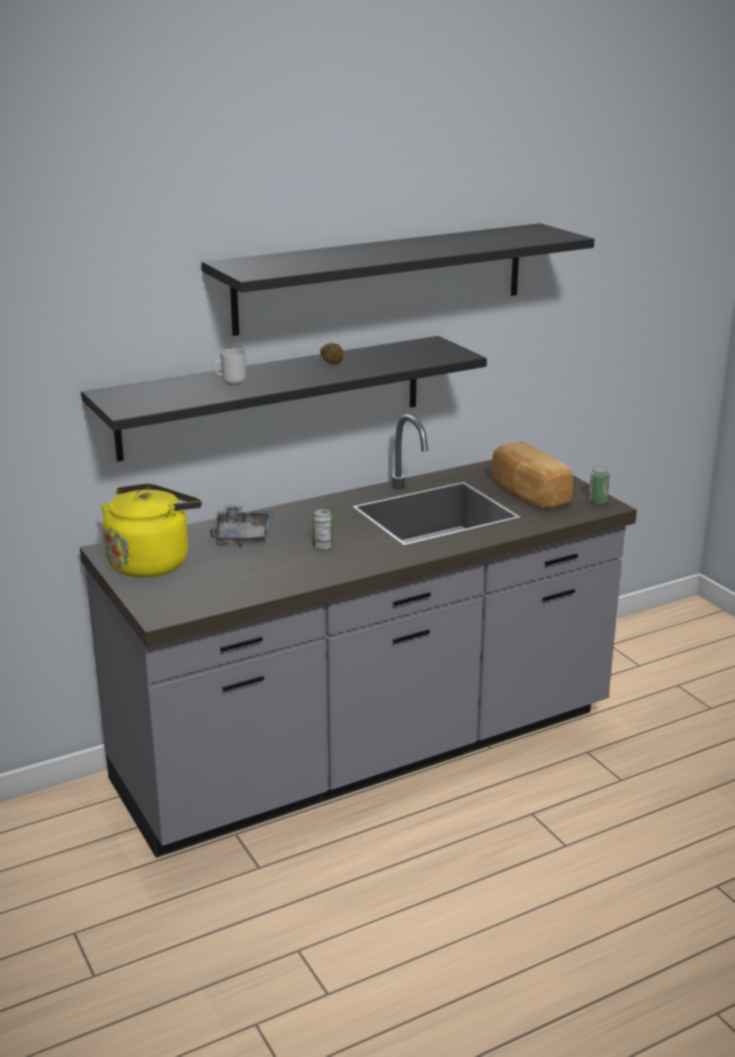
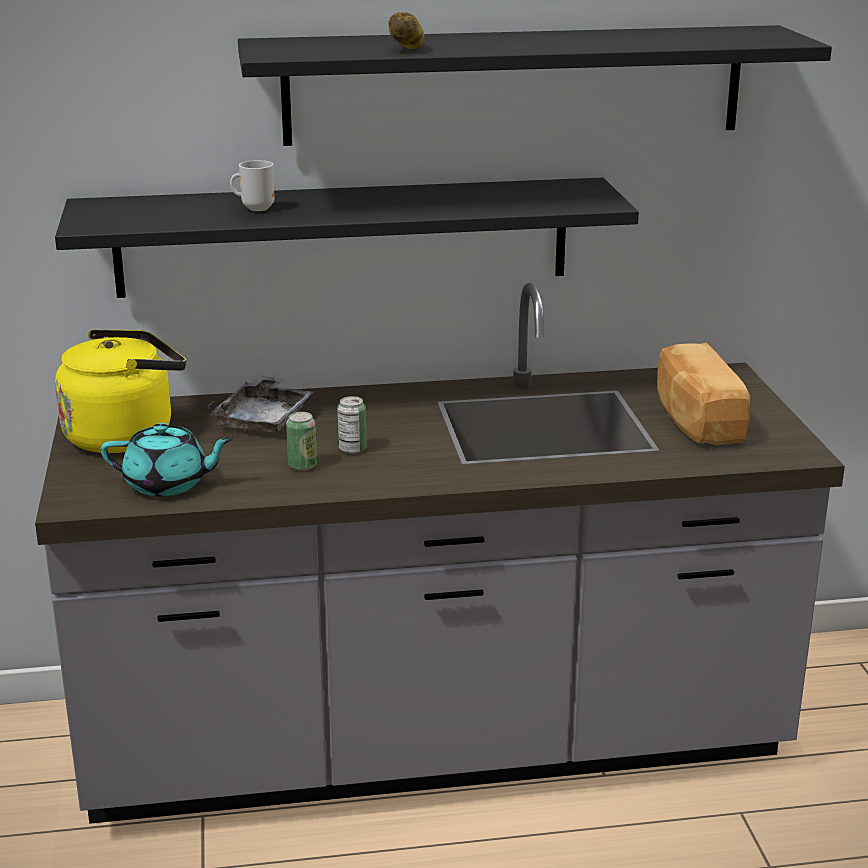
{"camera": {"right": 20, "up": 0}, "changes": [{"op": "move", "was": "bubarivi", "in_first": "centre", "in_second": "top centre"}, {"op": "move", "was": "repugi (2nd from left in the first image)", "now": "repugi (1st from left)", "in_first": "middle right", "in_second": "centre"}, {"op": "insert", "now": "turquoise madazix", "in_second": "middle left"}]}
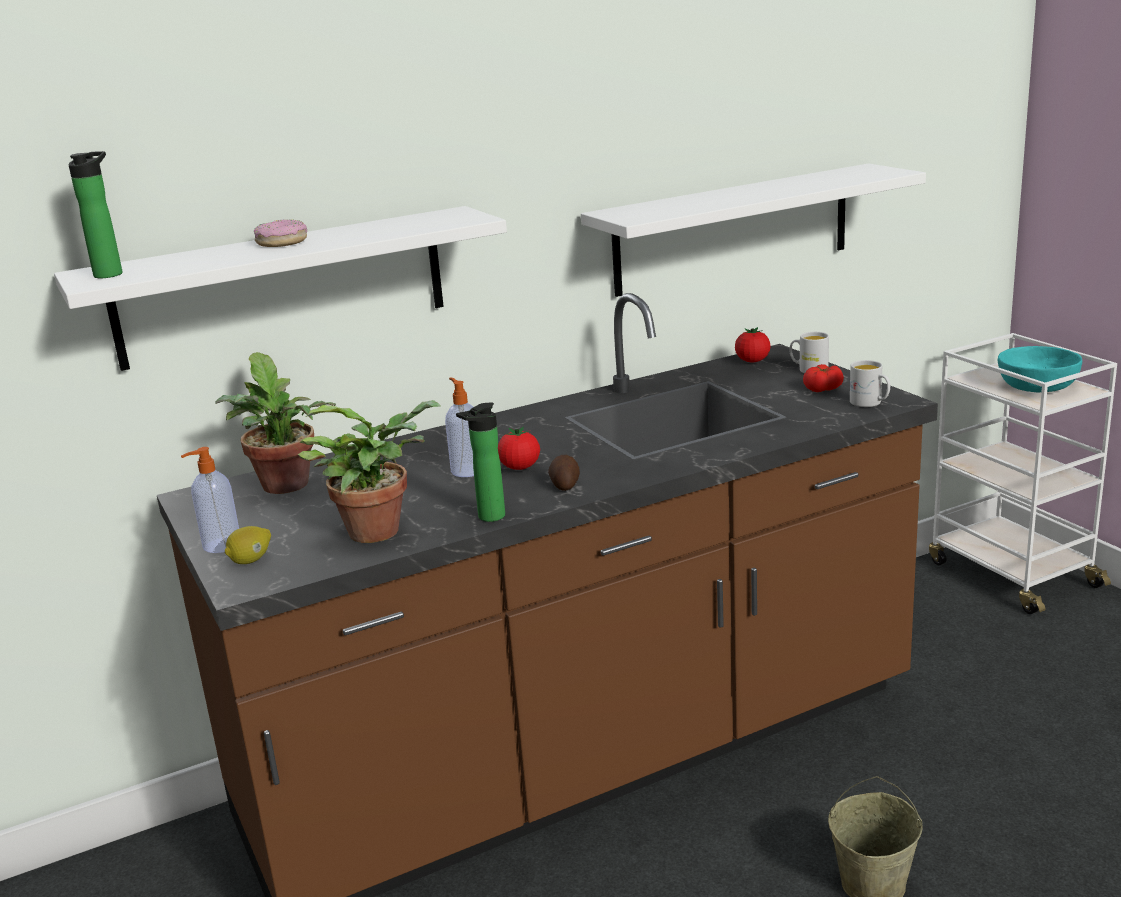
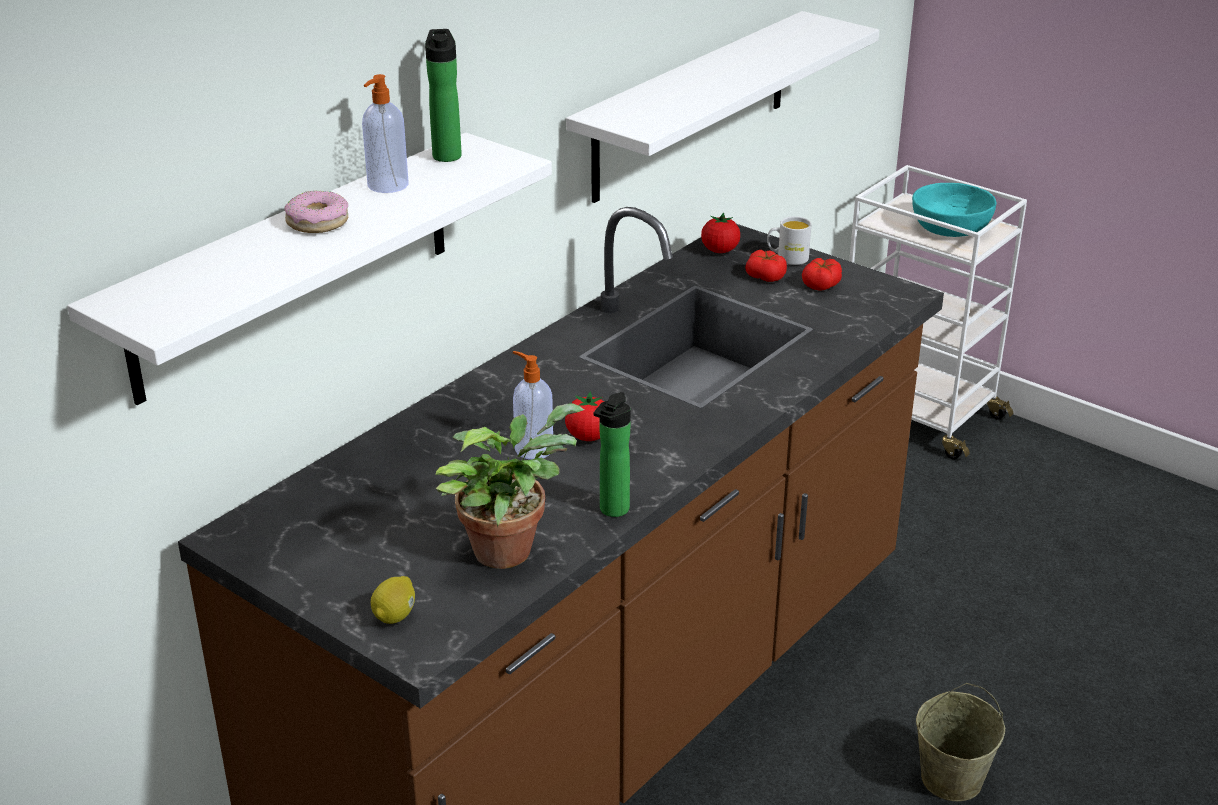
{"camera": {"right": -25, "up": 10}, "changes": [{"op": "move", "was": "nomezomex (1st from left)", "in_first": "top left", "in_second": "top centre"}, {"op": "move", "was": "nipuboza (1st from left)", "in_first": "middle left", "in_second": "top left"}, {"op": "delete", "was": "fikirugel (1st from left)", "in_first": "middle left"}, {"op": "delete", "was": "bubarivi", "in_first": "centre"}, {"op": "delete", "was": "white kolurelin (2nd from left)", "in_first": "middle right"}, {"op": "insert", "now": "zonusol (3rd from left)", "in_second": "top centre"}]}
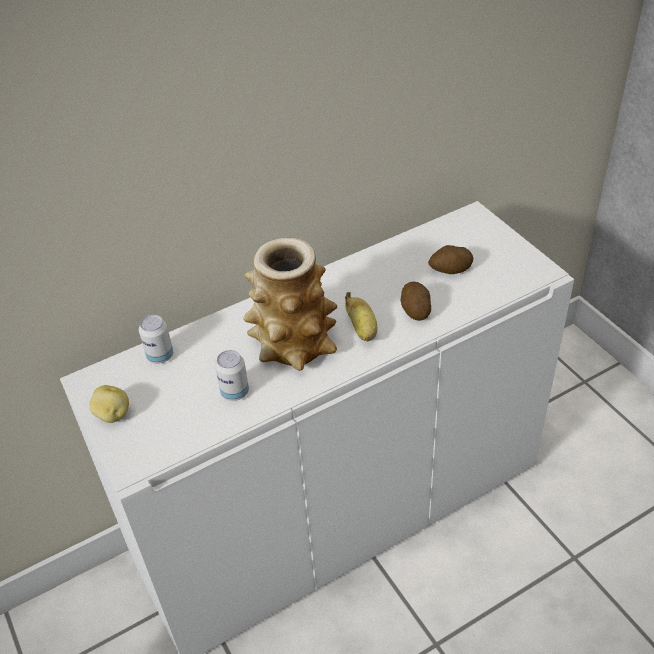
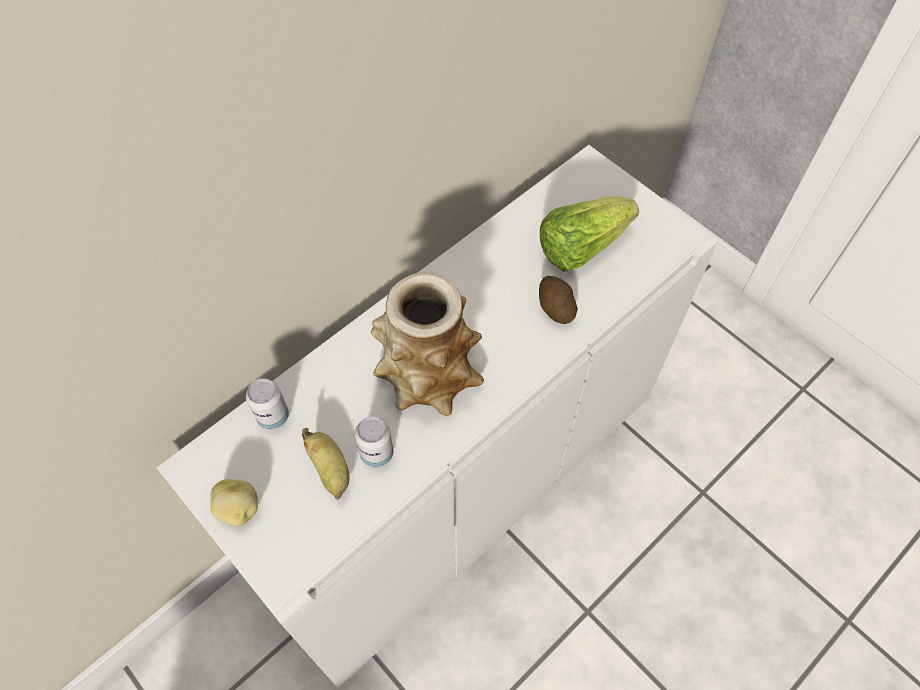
{"camera": {"right": -15, "up": 15}, "changes": [{"op": "move", "was": "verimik", "in_first": "centre", "in_second": "bottom centre"}, {"op": "replace", "was": "bubarivi (3rd from left)", "now": "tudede", "in_first": "middle right", "in_second": "centre"}]}
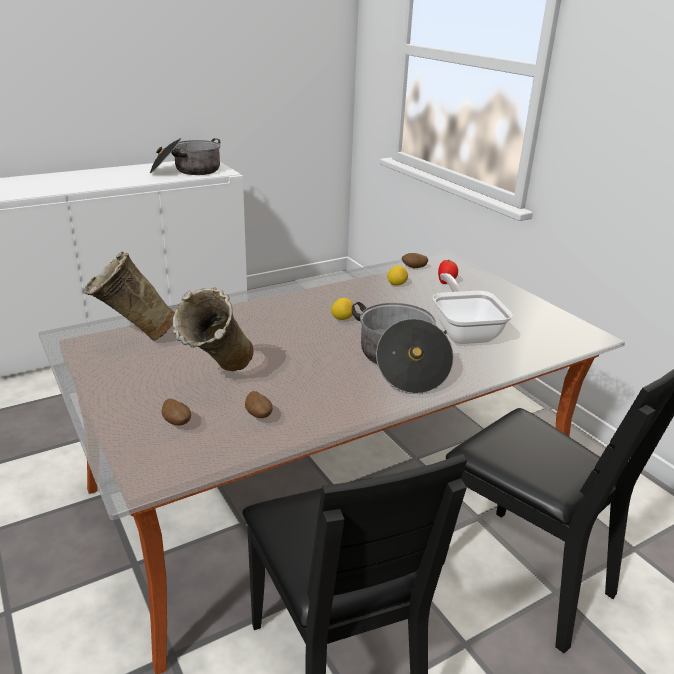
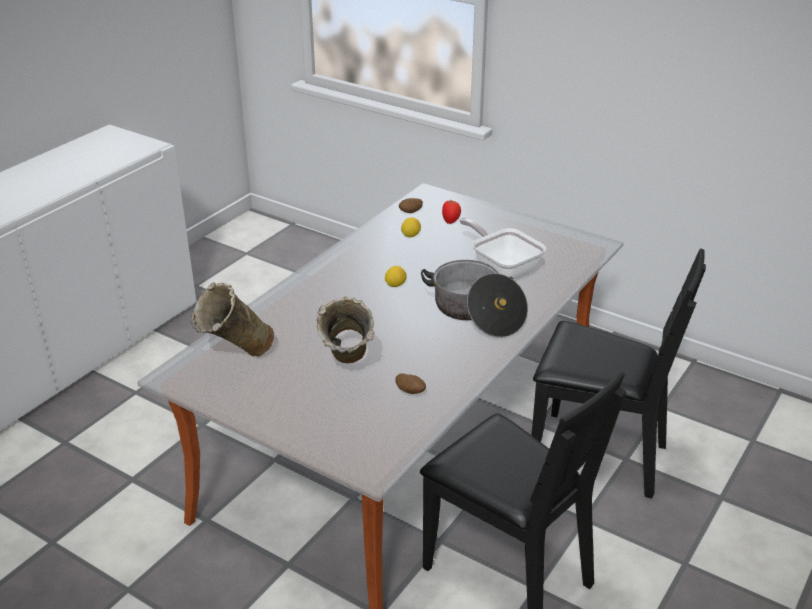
{"camera": {"right": -25, "up": 5}, "changes": [{"op": "delete", "was": "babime (1st from left)", "in_first": "top left"}, {"op": "delete", "was": "bubarivi (1st from left)", "in_first": "middle left"}]}
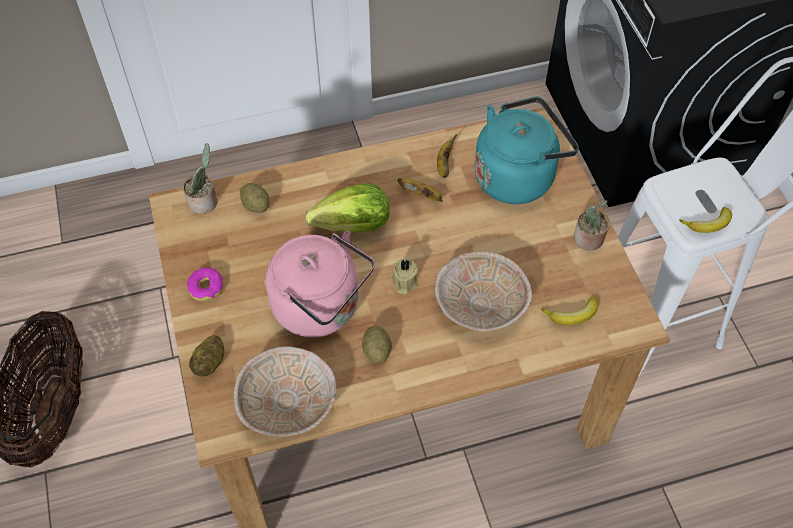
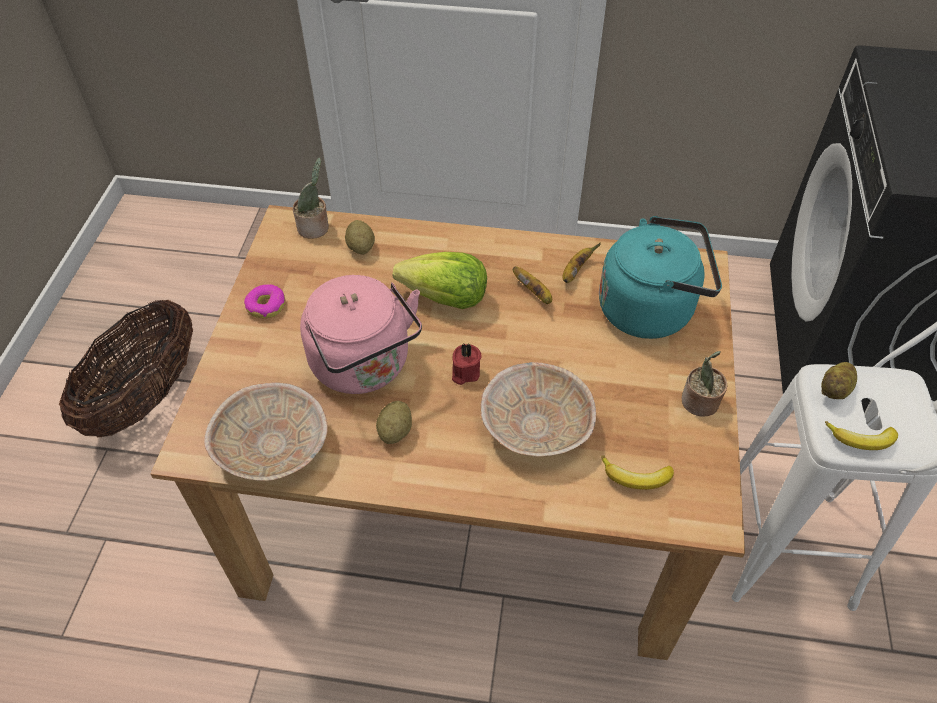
{"camera": {"right": 25, "up": -5}, "changes": [{"op": "move", "was": "bubarivi (1st from left in the first image)", "now": "bubarivi (3rd from left)", "in_first": "bottom left", "in_second": "middle right"}, {"op": "recolor", "was": "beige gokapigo", "now": "red gokapigo", "in_first": "centre", "in_second": "centre"}]}
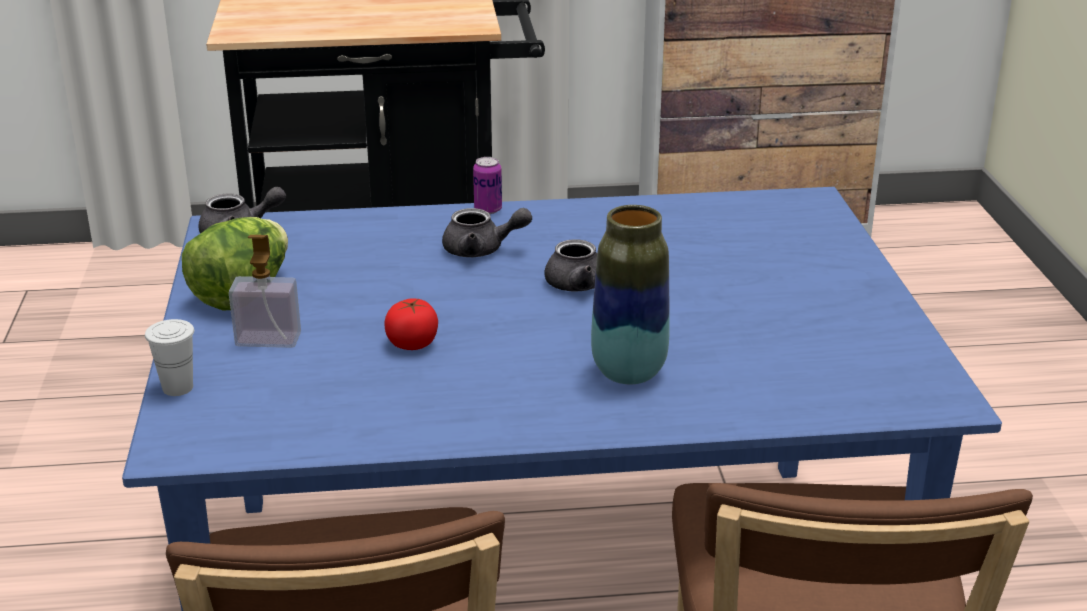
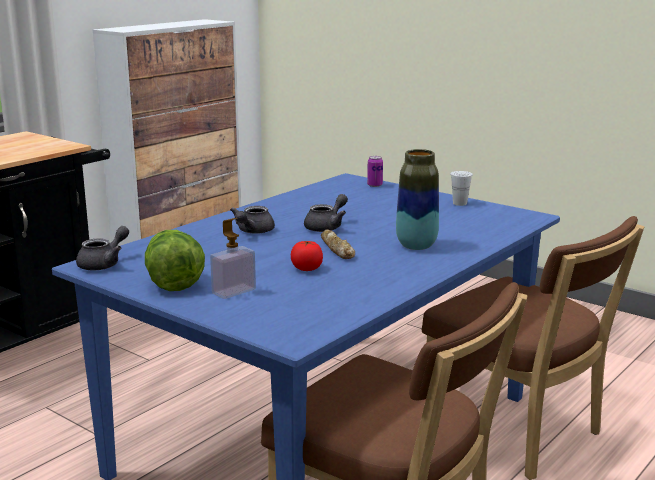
{"camera": {"right": -45, "up": -10}, "changes": [{"op": "move", "was": "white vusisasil", "in_first": "middle left", "in_second": "middle right"}, {"op": "rotate", "was": "grey madazix (2nd from left)", "in_first": "centre", "in_second": "centre", "clockwise": 150}, {"op": "move", "was": "repugi", "in_first": "top centre", "in_second": "centre"}, {"op": "insert", "now": "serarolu", "in_second": "centre"}]}
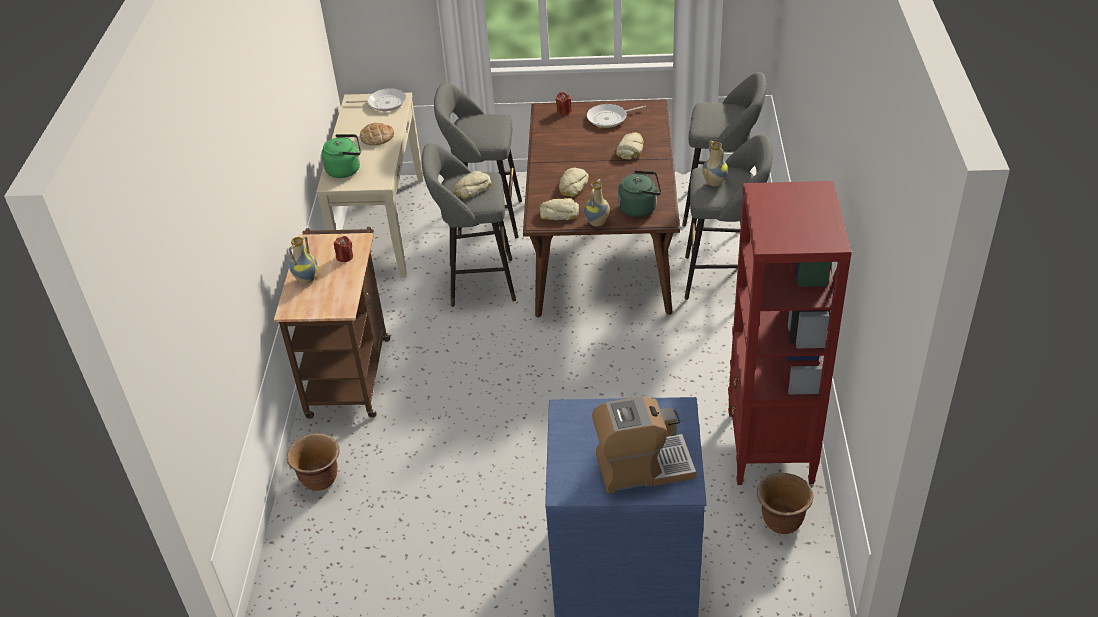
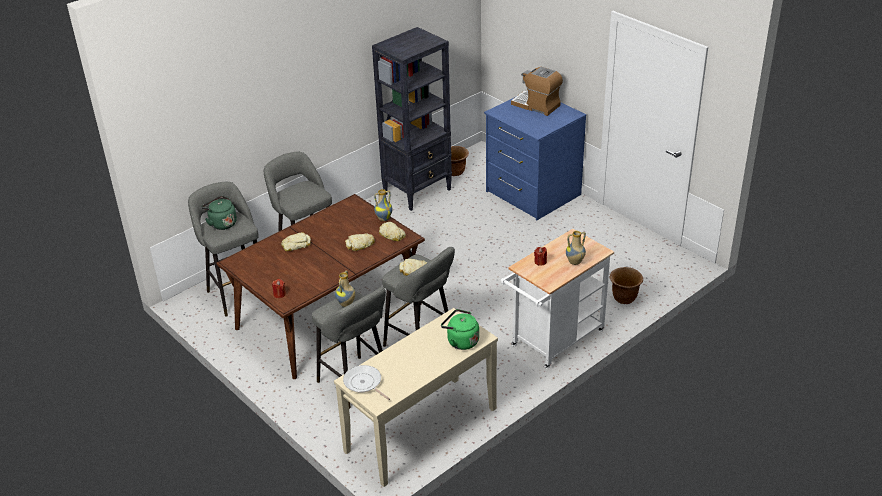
{"camera": {"right": -135, "up": -5}, "changes": [{"op": "recolor", "was": "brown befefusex", "now": "white befefusex", "in_first": "middle left", "in_second": "centre"}, {"op": "delete", "was": "serarolu (1st from left)", "in_first": "top centre"}, {"op": "delete", "was": "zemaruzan (2nd from left)", "in_first": "top centre"}, {"op": "move", "was": "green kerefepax (2nd from left in the first image)", "now": "green kerefepax (1st from left)", "in_first": "top centre", "in_second": "middle left"}, {"op": "move", "was": "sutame (3rd from left in the first image)", "now": "sutame (1st from left)", "in_first": "top centre", "in_second": "centre"}, {"op": "recolor", "was": "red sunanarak", "now": "black sunanarak", "in_first": "middle right", "in_second": "top centre"}]}
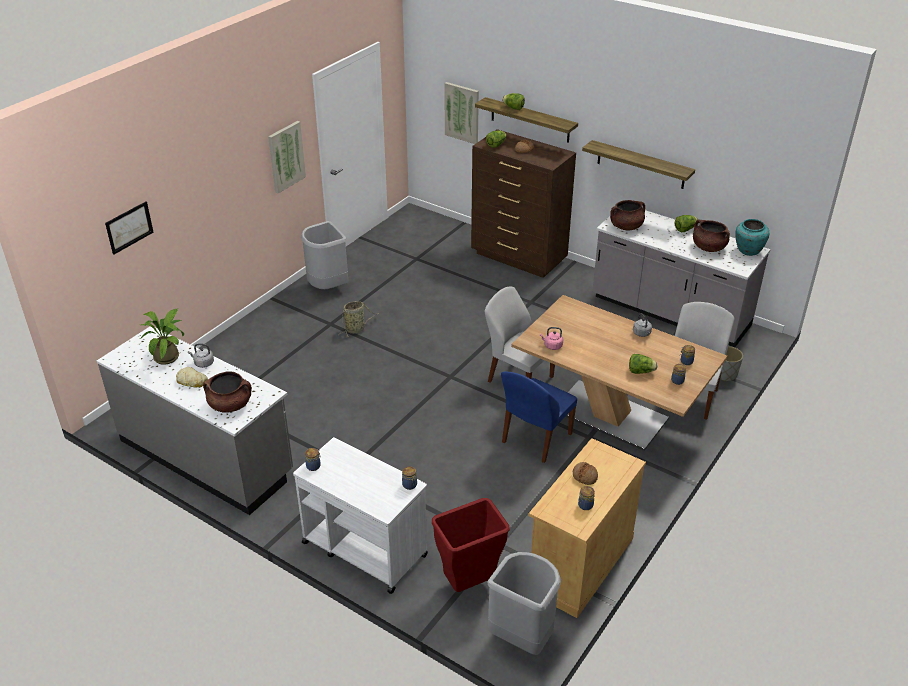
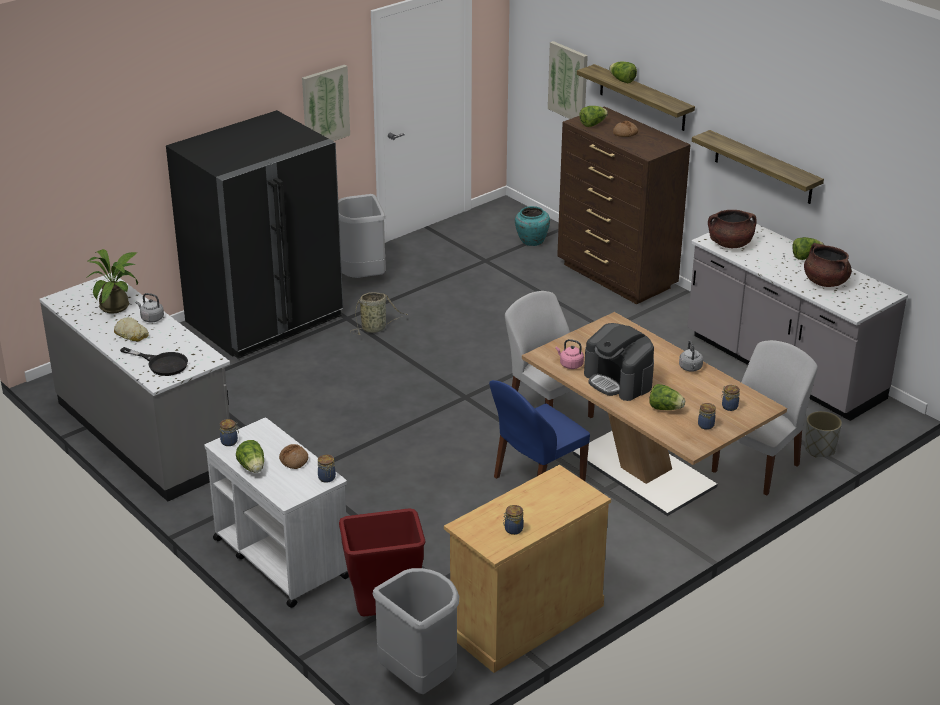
{"camera": {"right": 15, "up": -5}, "changes": [{"op": "delete", "was": "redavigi (1st from left)", "in_first": "top left"}, {"op": "replace", "was": "brown babime (1st from left)", "now": "black zemaruzan", "in_first": "middle left", "in_second": "middle left"}, {"op": "move", "was": "serarolu (3rd from left in the first image)", "now": "serarolu (2nd from left)", "in_first": "bottom centre", "in_second": "middle left"}, {"op": "move", "was": "turquoise sutame", "in_first": "middle right", "in_second": "top centre"}, {"op": "insert", "now": "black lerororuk", "in_second": "top left"}, {"op": "insert", "now": "tudede (1st from left)", "in_second": "middle left"}, {"op": "insert", "now": "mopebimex", "in_second": "centre"}]}
